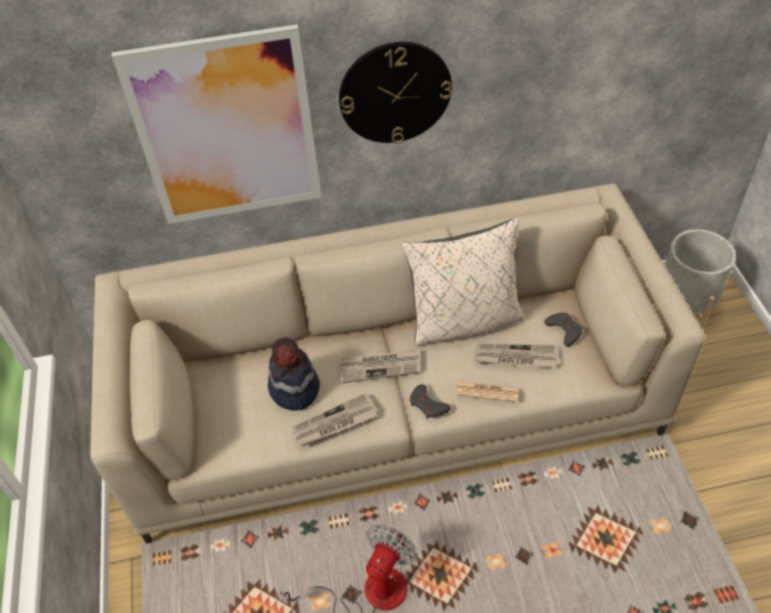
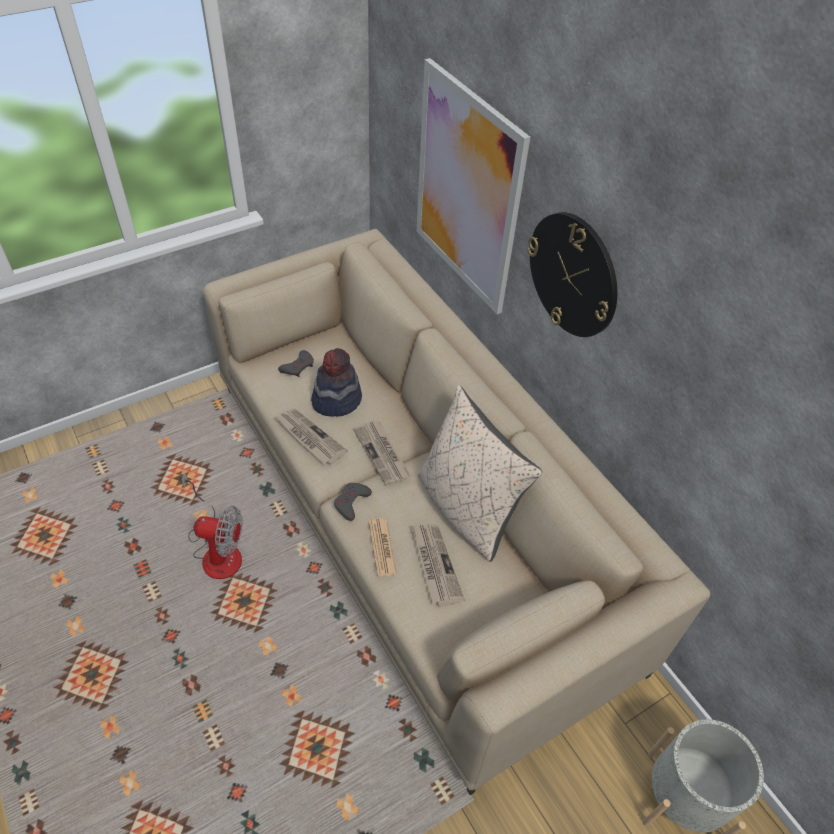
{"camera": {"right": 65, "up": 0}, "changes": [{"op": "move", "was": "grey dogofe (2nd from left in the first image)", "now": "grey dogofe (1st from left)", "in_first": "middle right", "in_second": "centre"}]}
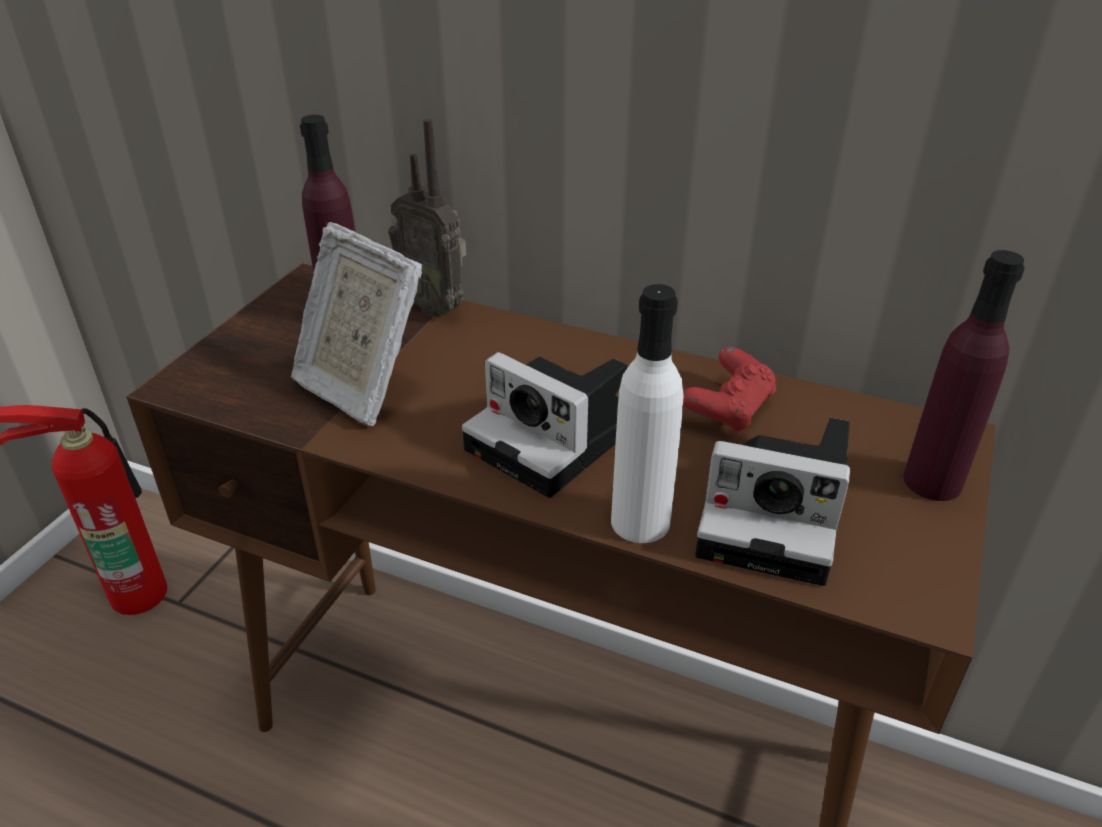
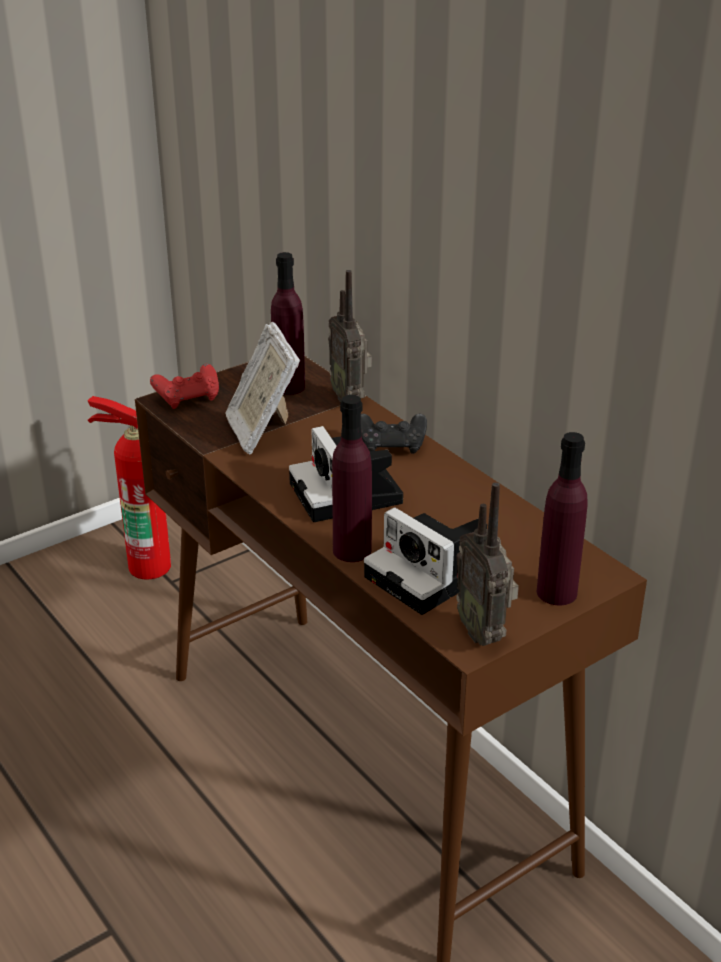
{"camera": {"right": 30, "up": -5}, "changes": [{"op": "recolor", "was": "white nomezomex", "now": "purple nomezomex (2nd from left)", "in_first": "centre", "in_second": "centre"}, {"op": "move", "was": "red dogofe", "in_first": "centre", "in_second": "middle left"}, {"op": "insert", "now": "black dogofe", "in_second": "centre"}, {"op": "insert", "now": "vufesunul (2nd from left)", "in_second": "middle right"}]}
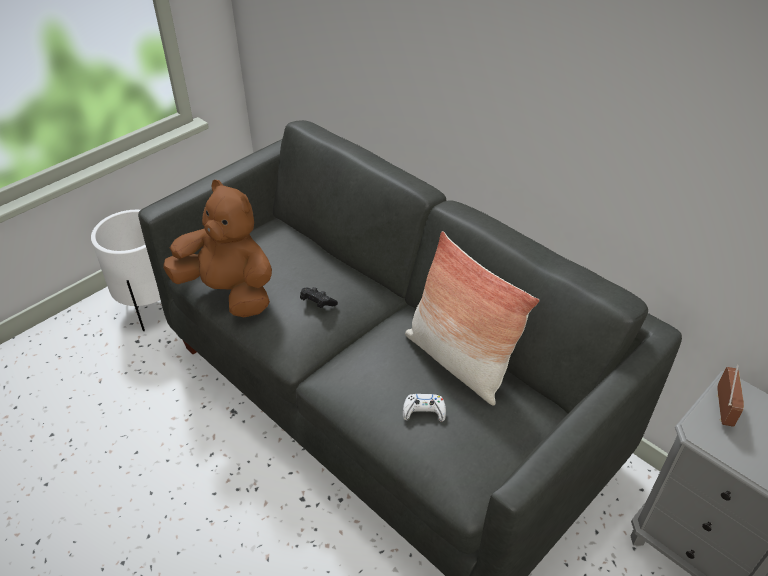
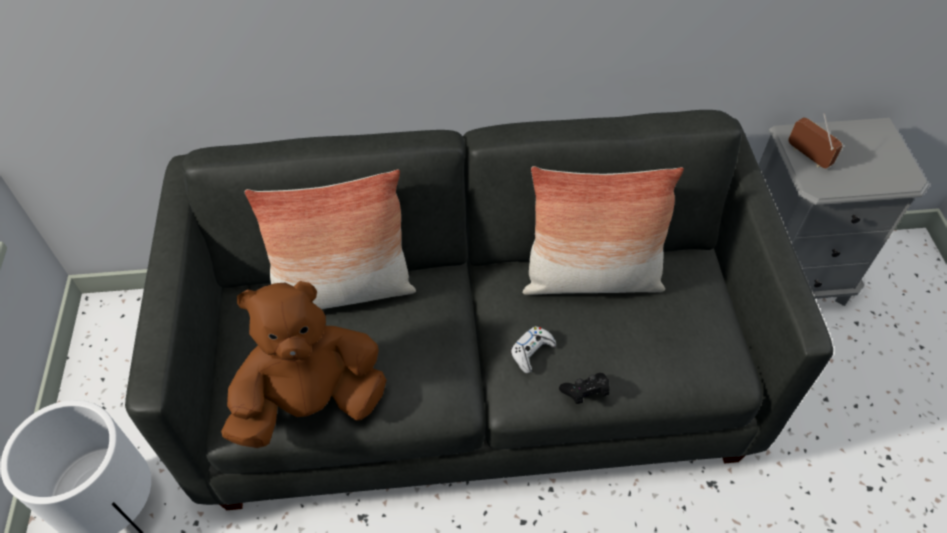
{"camera": {"right": -50, "up": 10}, "changes": [{"op": "move", "was": "black dogofe", "in_first": "centre", "in_second": "bottom centre"}, {"op": "move", "was": "white dogofe", "in_first": "bottom centre", "in_second": "centre"}, {"op": "insert", "now": "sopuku (1st from left)", "in_second": "centre"}]}
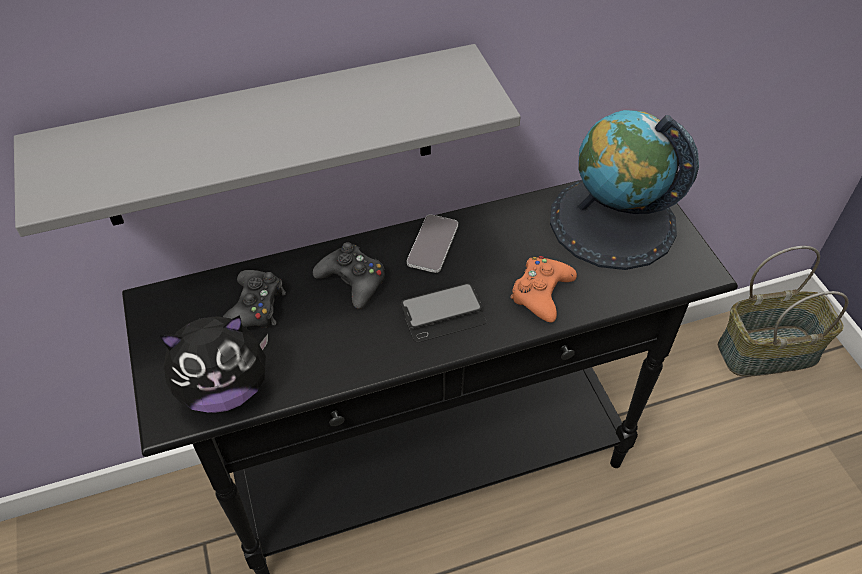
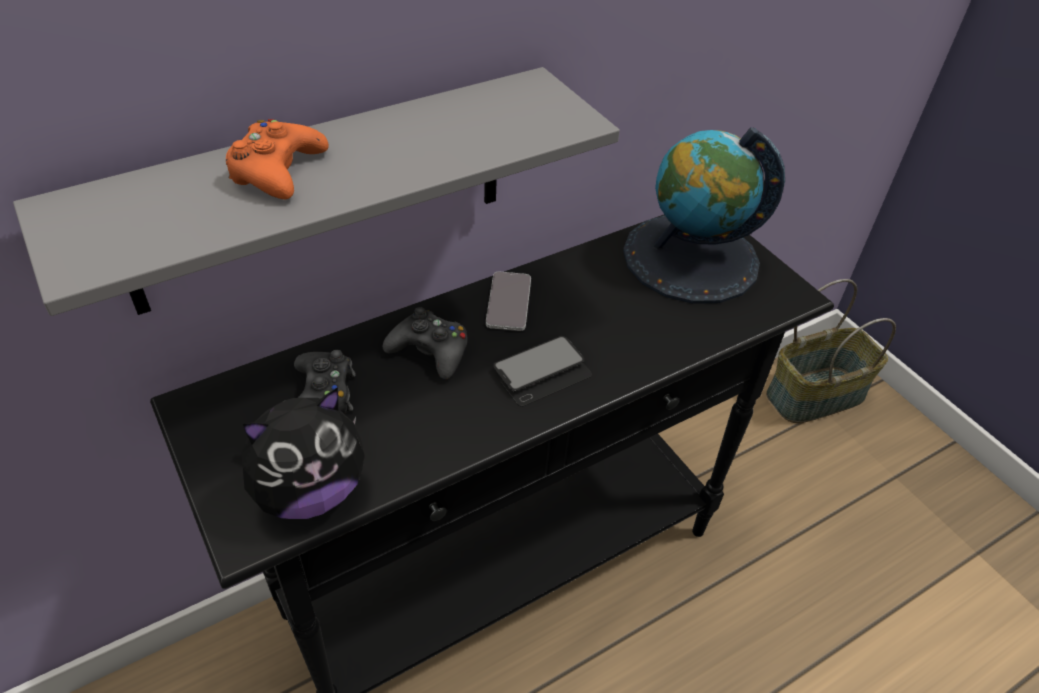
{"camera": {"right": -15, "up": -5}, "changes": [{"op": "move", "was": "orange dogofe", "in_first": "centre", "in_second": "top left"}]}
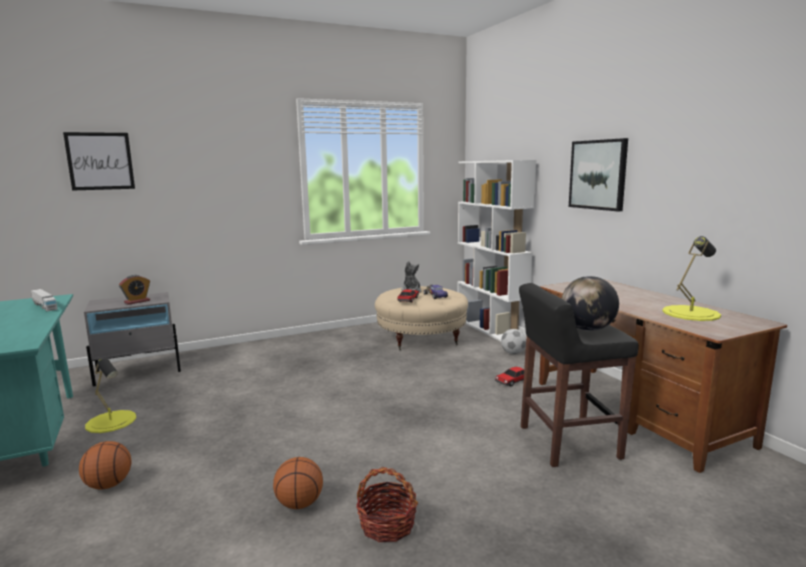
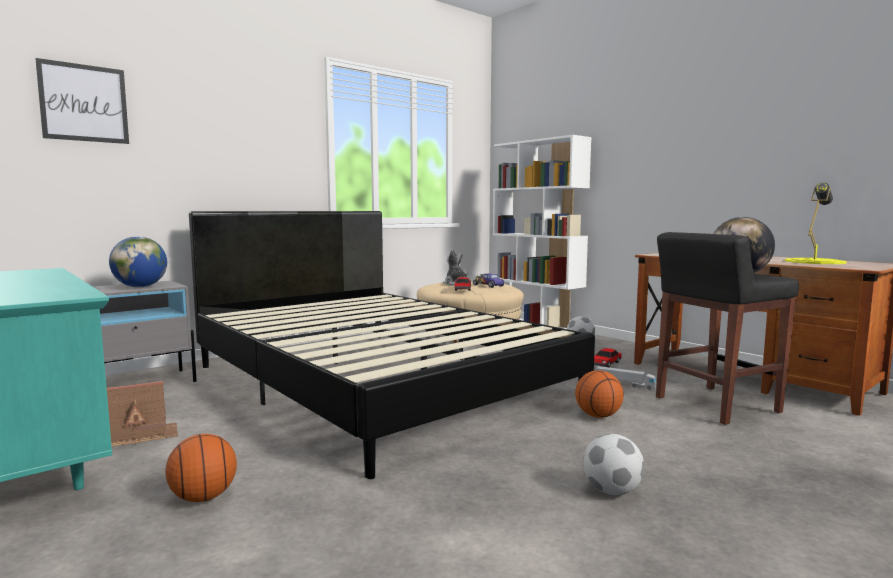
{"camera": {"right": -15, "up": -5}, "changes": [{"op": "move", "was": "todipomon", "in_first": "middle left", "in_second": "middle right"}, {"op": "replace", "was": "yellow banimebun (1st from left)", "now": "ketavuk", "in_first": "bottom left", "in_second": "bottom left"}, {"op": "replace", "was": "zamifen", "now": "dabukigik (1st from left)", "in_first": "middle left", "in_second": "middle left"}, {"op": "move", "was": "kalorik (2nd from left)", "in_first": "bottom centre", "in_second": "bottom right"}, {"op": "replace", "was": "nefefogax", "now": "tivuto (2nd from left)", "in_first": "bottom centre", "in_second": "bottom right"}, {"op": "delete", "was": "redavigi (2nd from left)", "in_first": "top right"}, {"op": "insert", "now": "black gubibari", "in_second": "centre"}]}
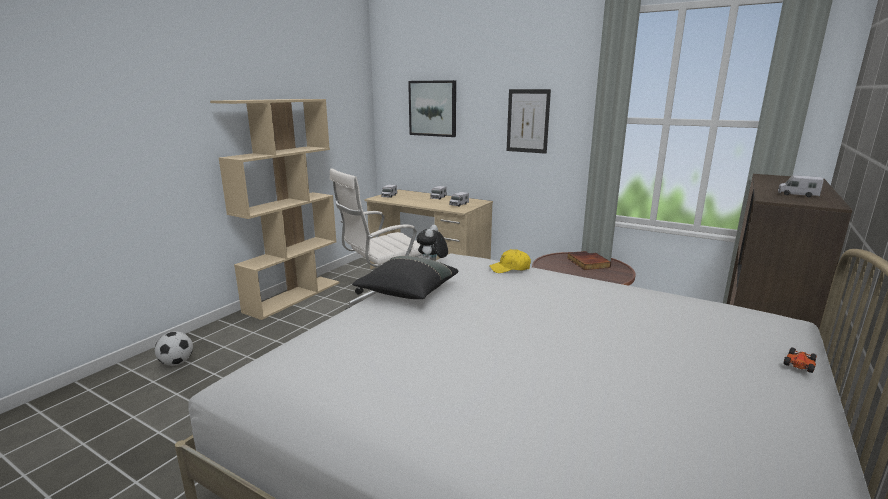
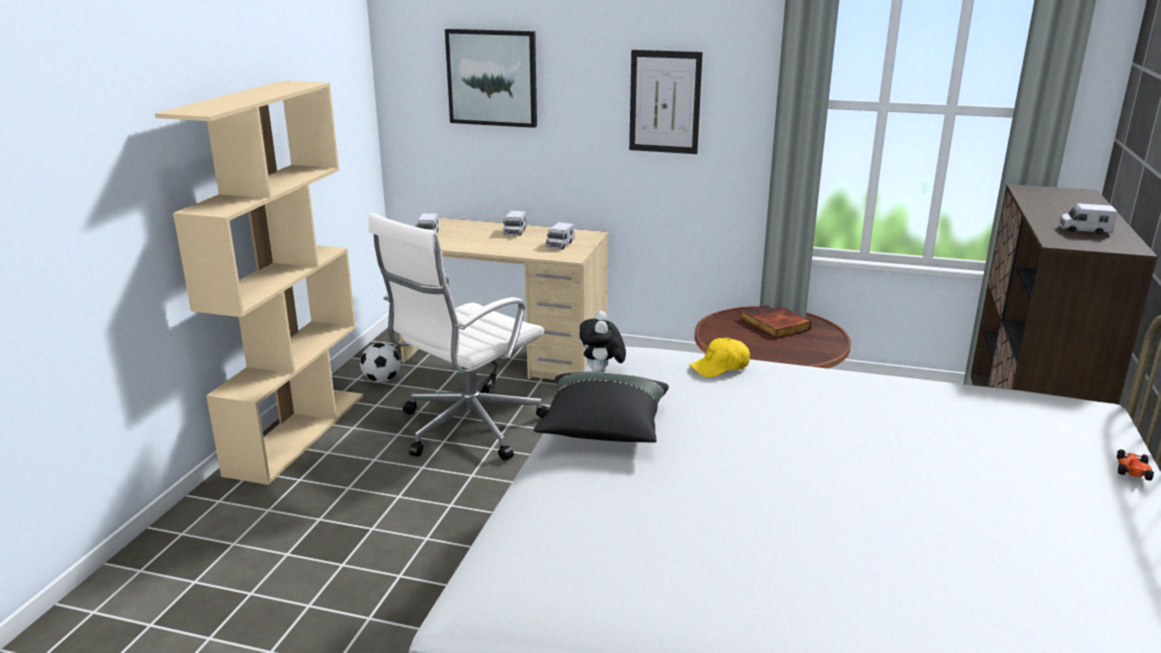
{"camera": {"right": -15, "up": 5}, "changes": [{"op": "move", "was": "tivuto", "in_first": "bottom left", "in_second": "middle left"}]}
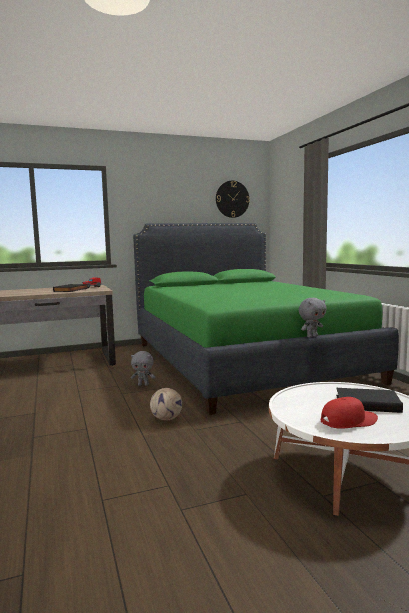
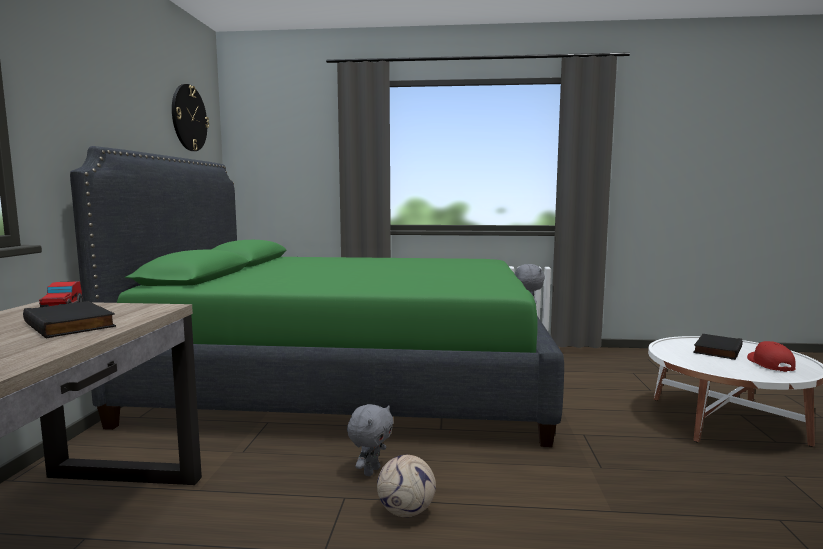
{"camera": {"right": -65, "up": 0}, "changes": [{"op": "move", "was": "tivuto", "in_first": "centre", "in_second": "bottom centre"}]}
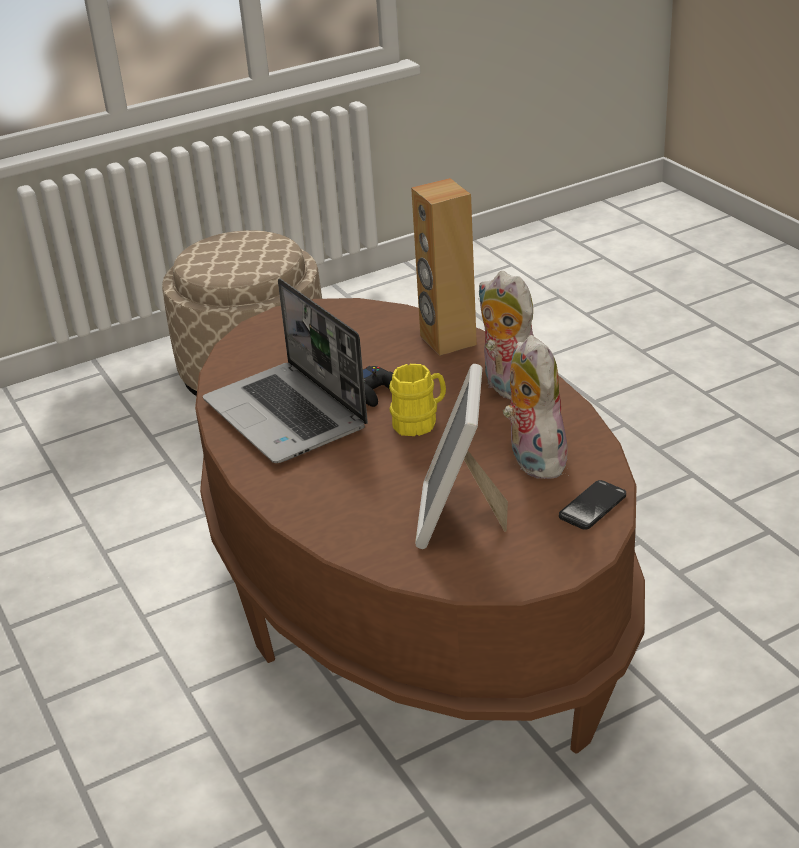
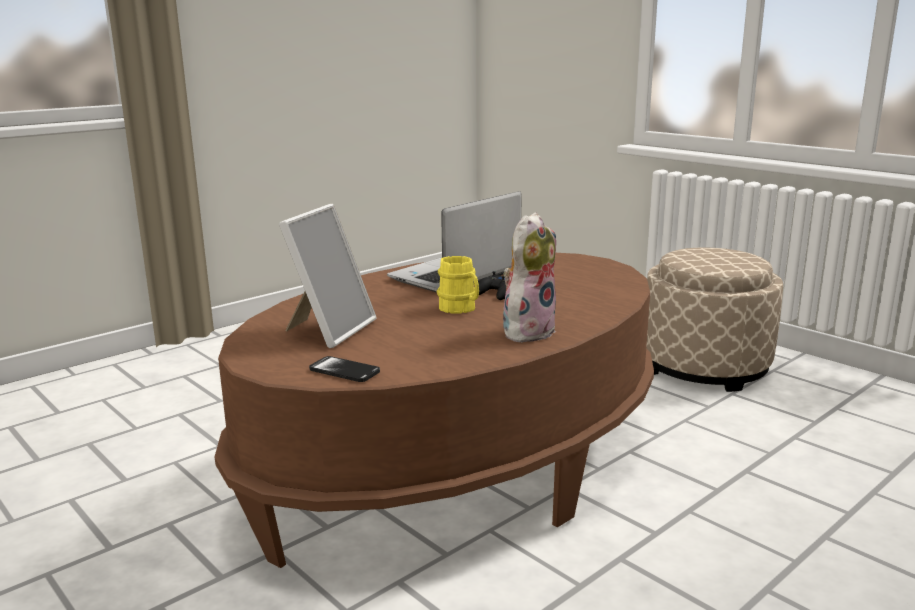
{"camera": {"right": 75, "up": -15}, "changes": [{"op": "delete", "was": "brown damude", "in_first": "top centre"}, {"op": "rotate", "was": "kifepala", "in_first": "centre", "in_second": "centre", "clockwise": 120}, {"op": "delete", "was": "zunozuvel (2nd from left)", "in_first": "middle right"}]}
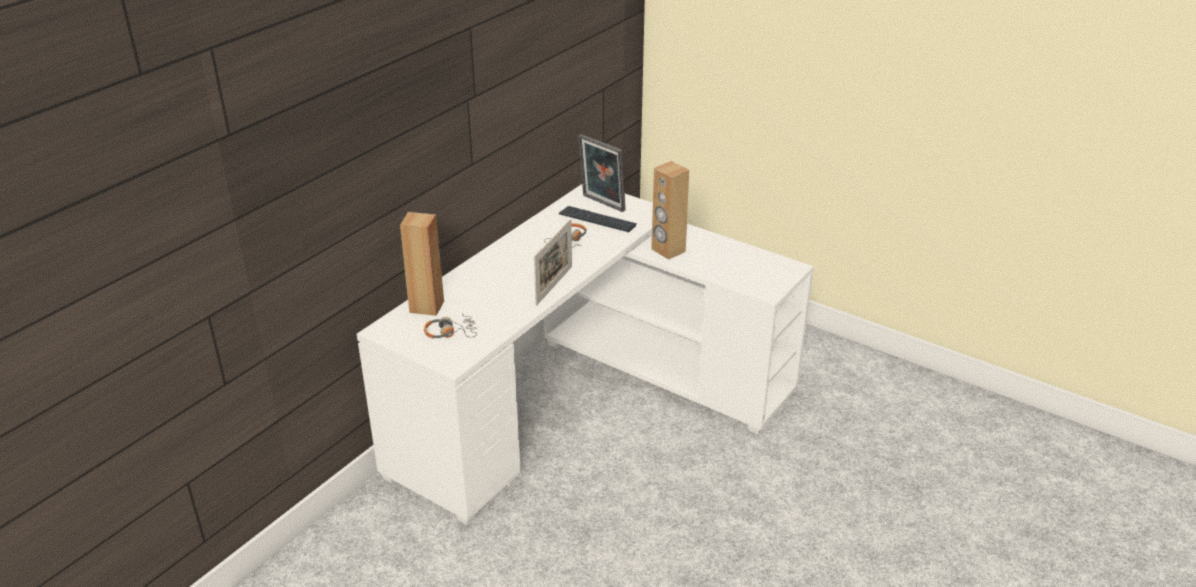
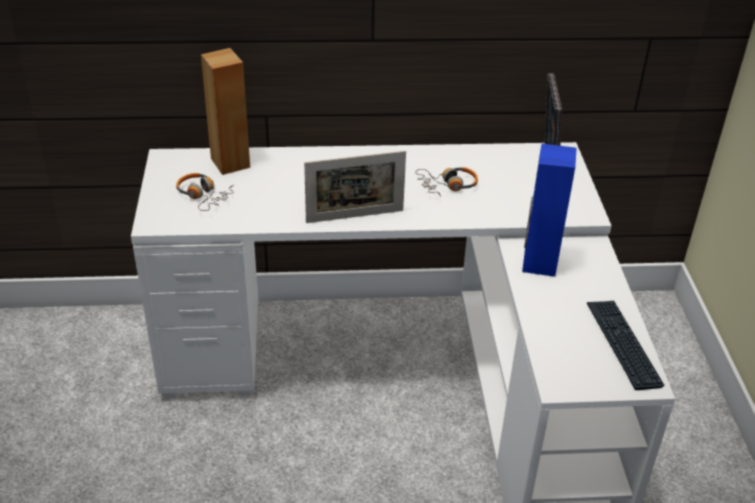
{"camera": {"right": 50, "up": 5}, "changes": [{"op": "move", "was": "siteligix", "in_first": "centre", "in_second": "bottom right"}, {"op": "recolor", "was": "brown damude (2nd from left)", "now": "blue damude", "in_first": "centre", "in_second": "middle right"}]}
